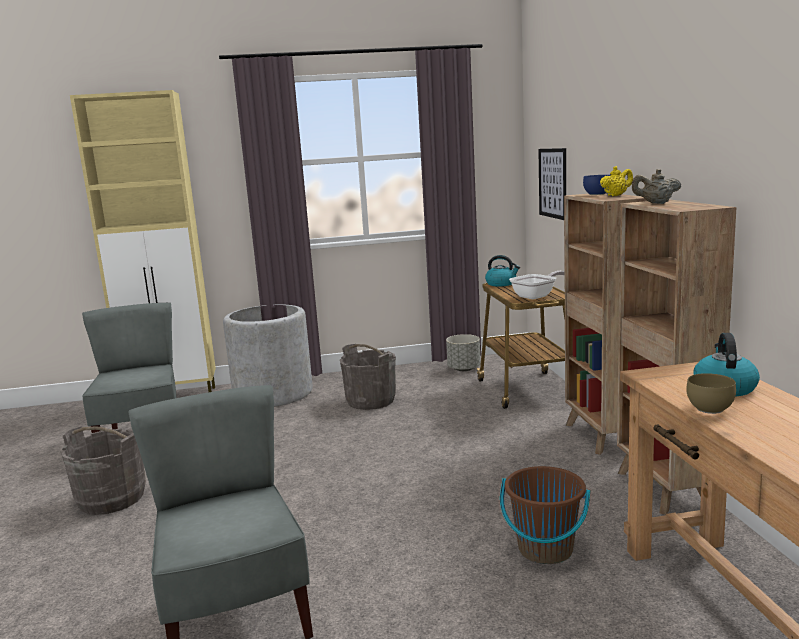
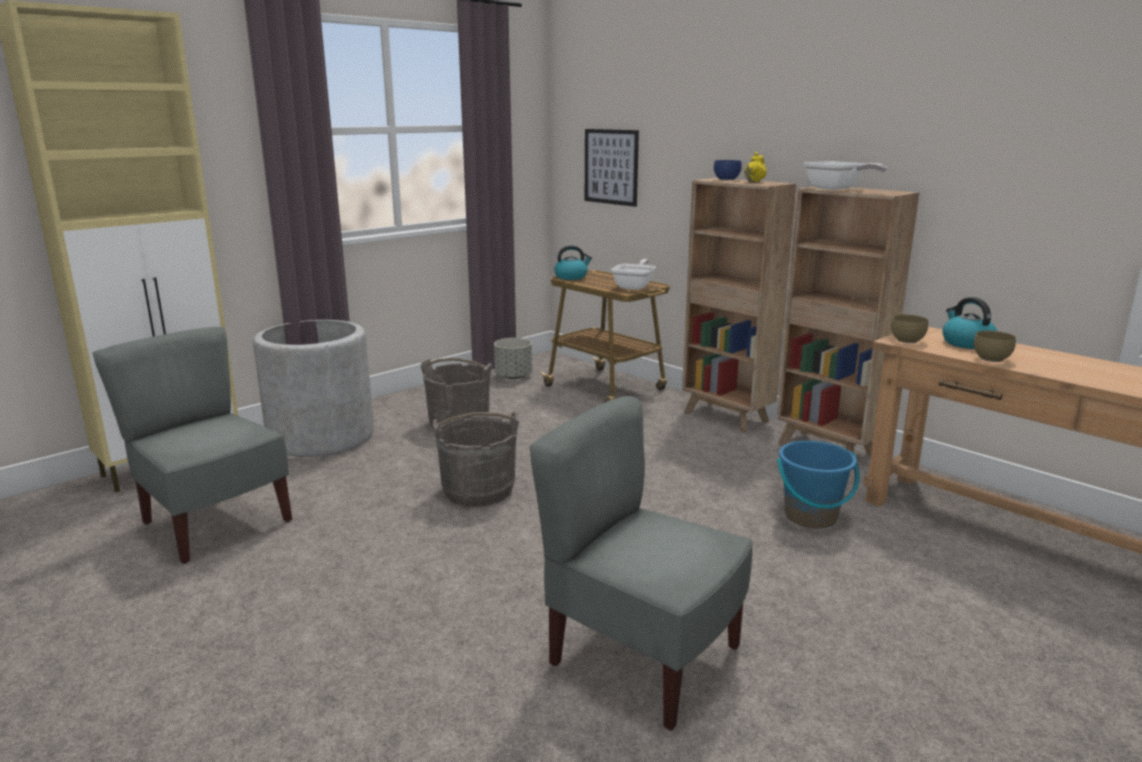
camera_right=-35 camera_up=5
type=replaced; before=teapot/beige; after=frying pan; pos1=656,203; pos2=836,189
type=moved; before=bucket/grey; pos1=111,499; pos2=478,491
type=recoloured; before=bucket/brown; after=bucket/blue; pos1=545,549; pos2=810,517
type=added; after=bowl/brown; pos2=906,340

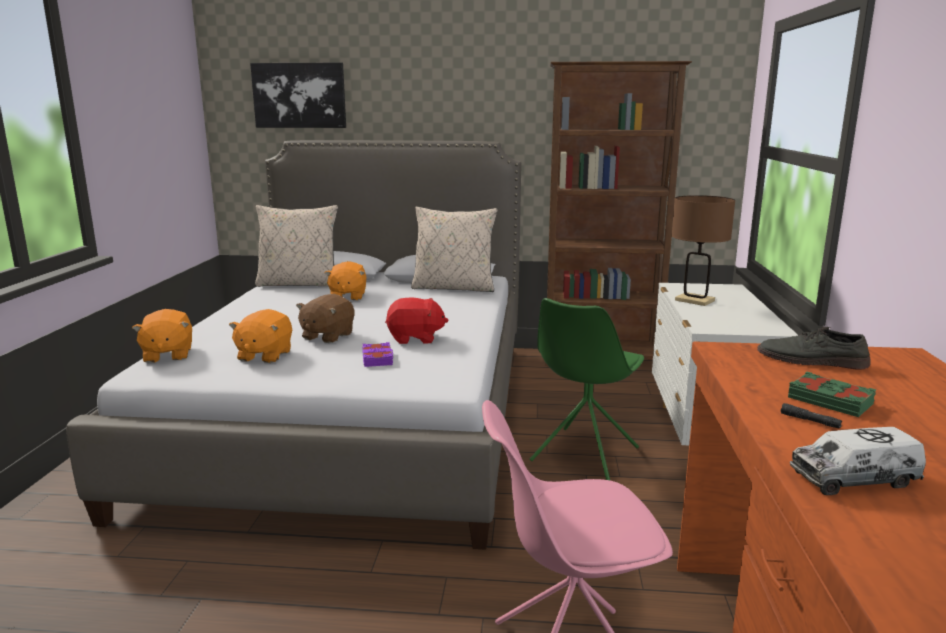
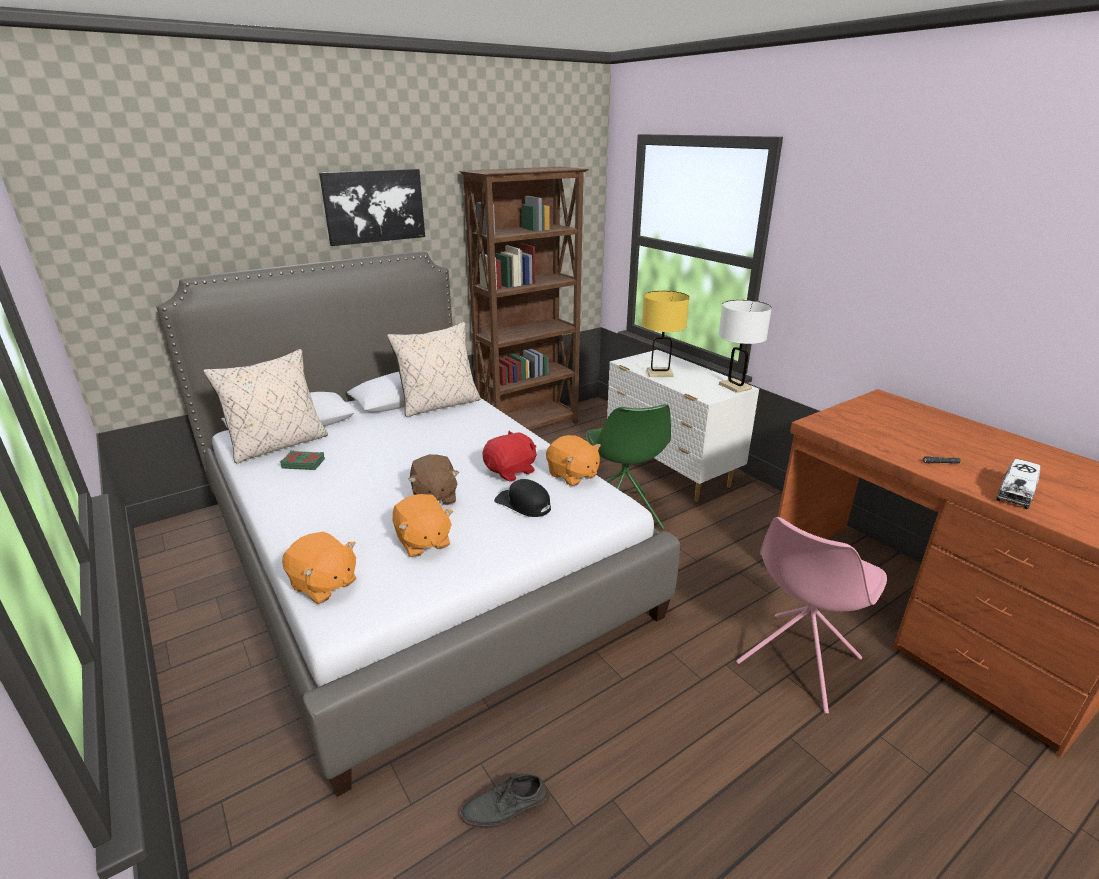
camera_right=-40 camera_up=10
type=moved; before=picture; pos1=299,95; pos2=374,206
type=recoloured; before=table lamp/brown; after=table lamp/yellow; pos1=694,300; pos2=659,373
type=moved; before=plush toy/orange; pos1=347,296; pos2=572,475
type=moved; before=shoe/grey; pos1=811,360; pos2=505,808
type=replaced; before=book/purple; after=cap/black; pos1=378,359; pos2=523,504
type=moved; before=book/green; pos1=830,400; pos2=303,463
type=added; after=table lamp/white; pos2=735,386

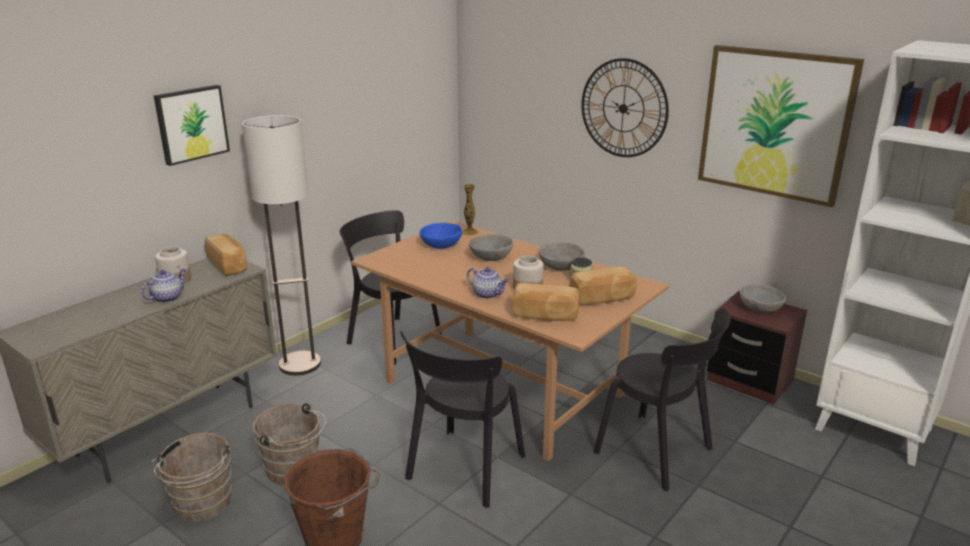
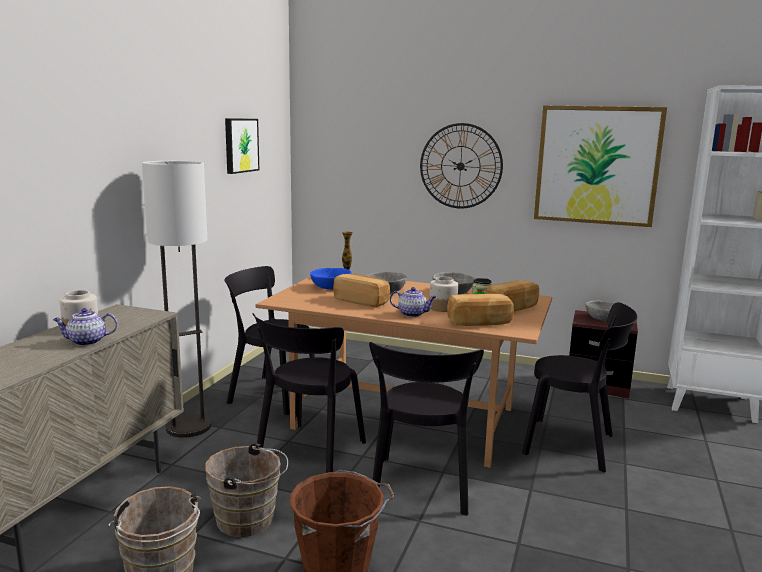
camera_right=-20 camera_up=-10
type=moved; before=picture; pos1=191,124; pos2=240,145
type=moved; before=bread; pos1=228,265; pos2=362,301
type=turned; before=teapot; pos1=167,297; pos2=86,342; turn=-120
type=added; after=chair/black; pos2=309,453

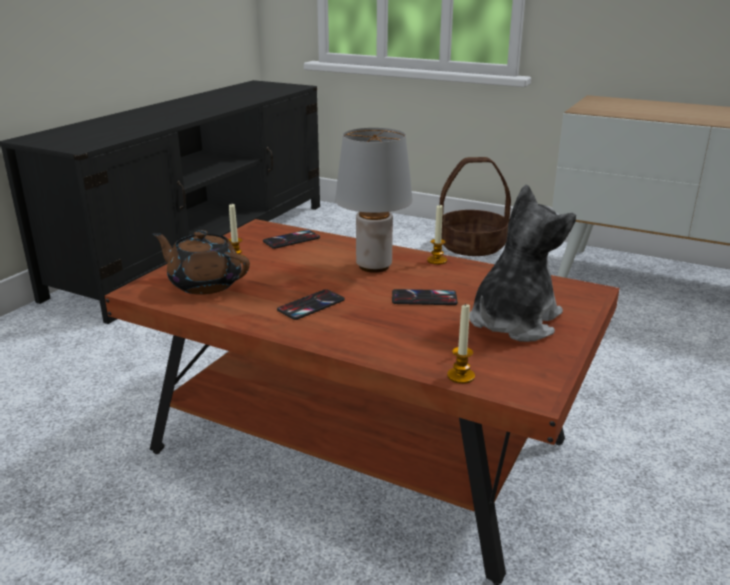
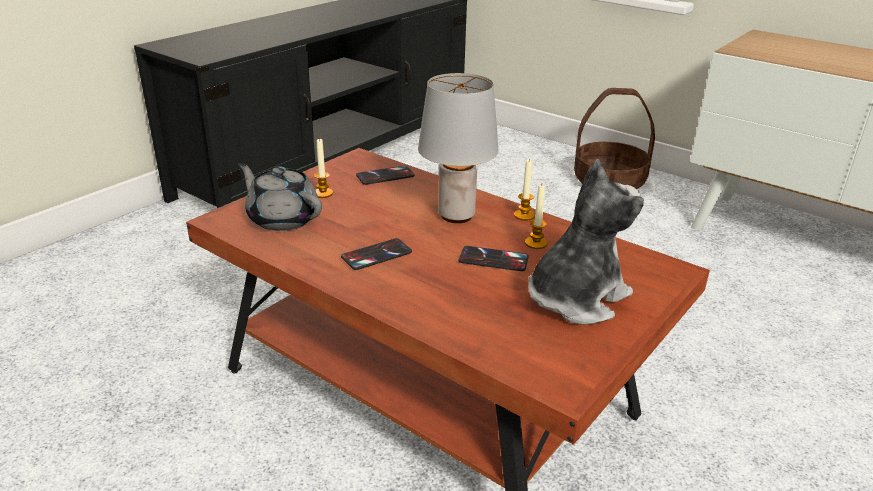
camera_right=10 camera_up=5
type=recoloured; before=teapot/brown; after=teapot/grey; pos1=204,284; pos2=282,218
type=moved; before=candle; pos1=461,376; pos2=536,243

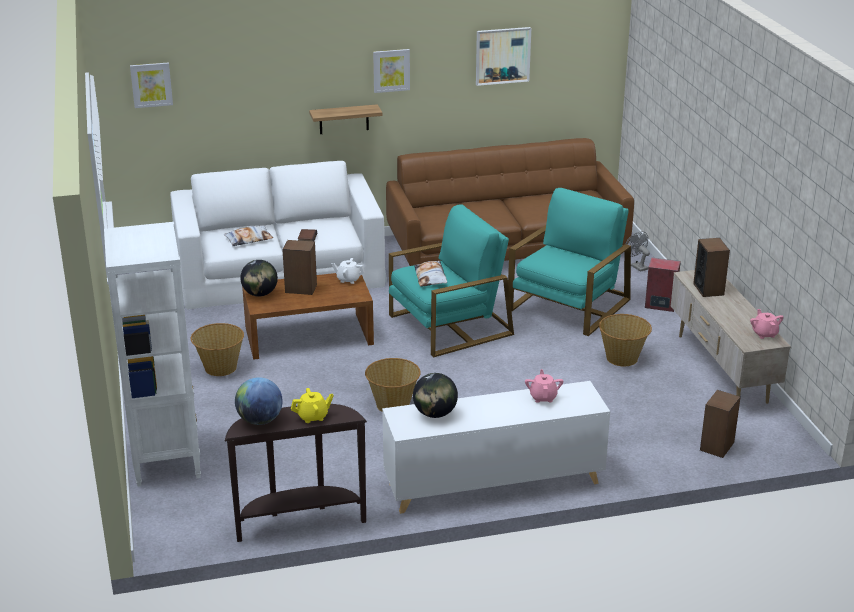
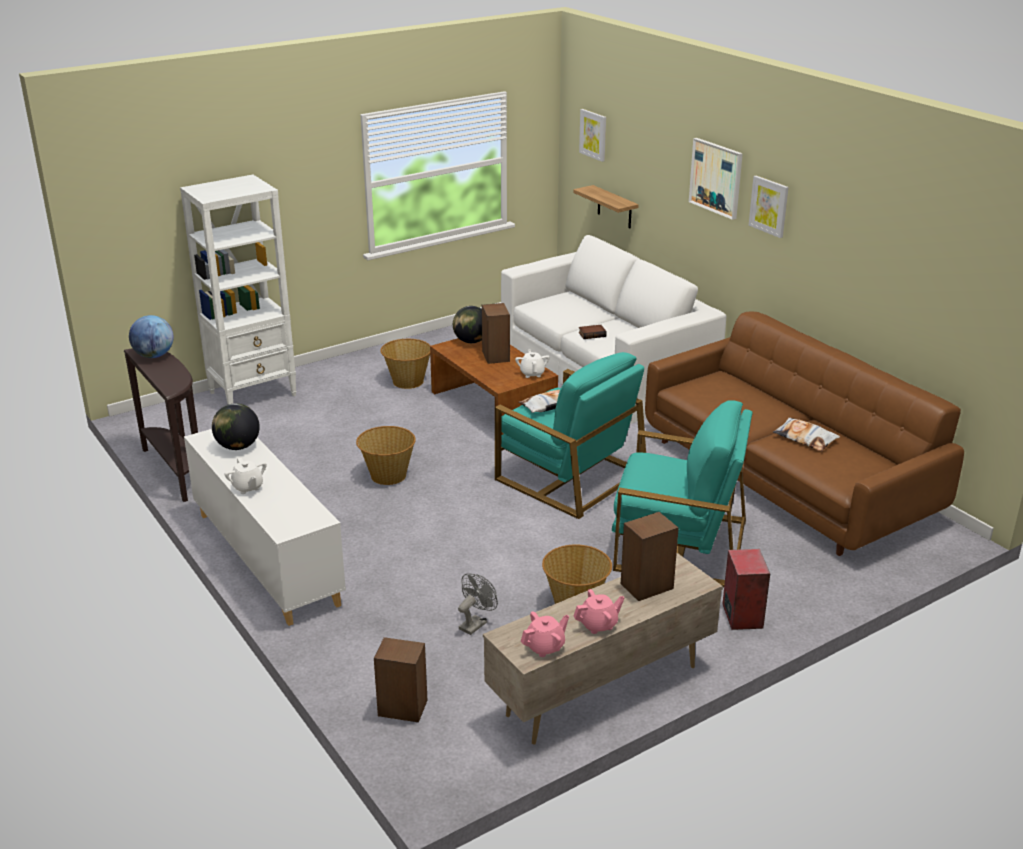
camera_right=70 camera_up=0
type=moved; before=picture; pos1=502,55; pos2=716,178
type=moved; before=shelf; pos1=344,119; pos2=614,207
type=moved; before=pillow; pos1=248,239; pos2=805,438
type=moved; before=fan/grey; pos1=636,266; pos2=475,623
type=moved; before=teapot/pink; pos1=543,397; pos2=598,625
type=removed; before=teapot/yellow; pos1=313,416
type=added; after=teapot/white; pos2=247,487

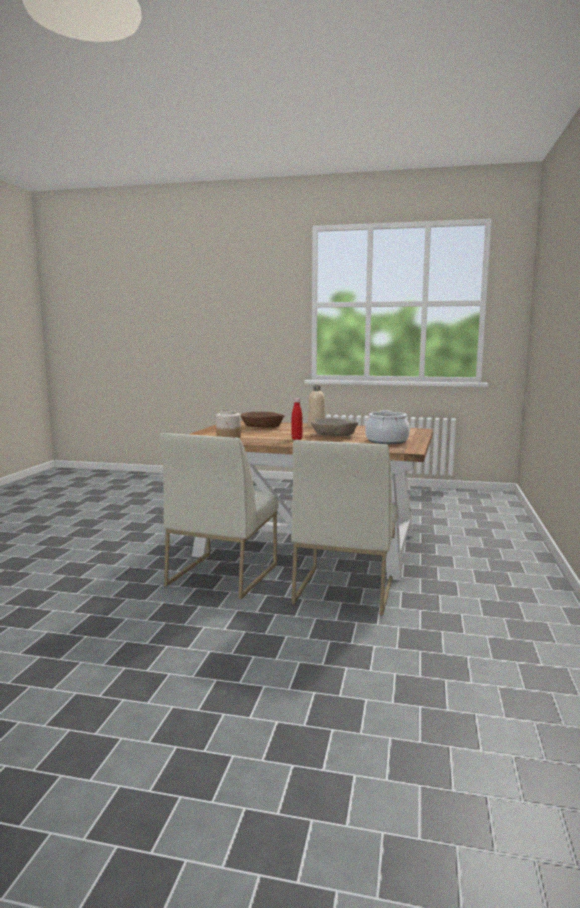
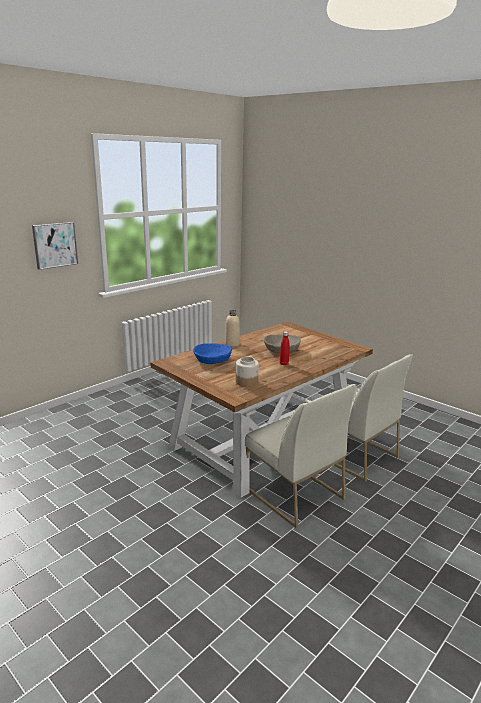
camera_right=-60 camera_up=10
type=removed; before=cooking pot; pos1=386,441
type=recoloured; before=bowl/brown; after=bowl/blue; pos1=262,427; pos2=212,360
type=added; after=picture; pos2=54,245

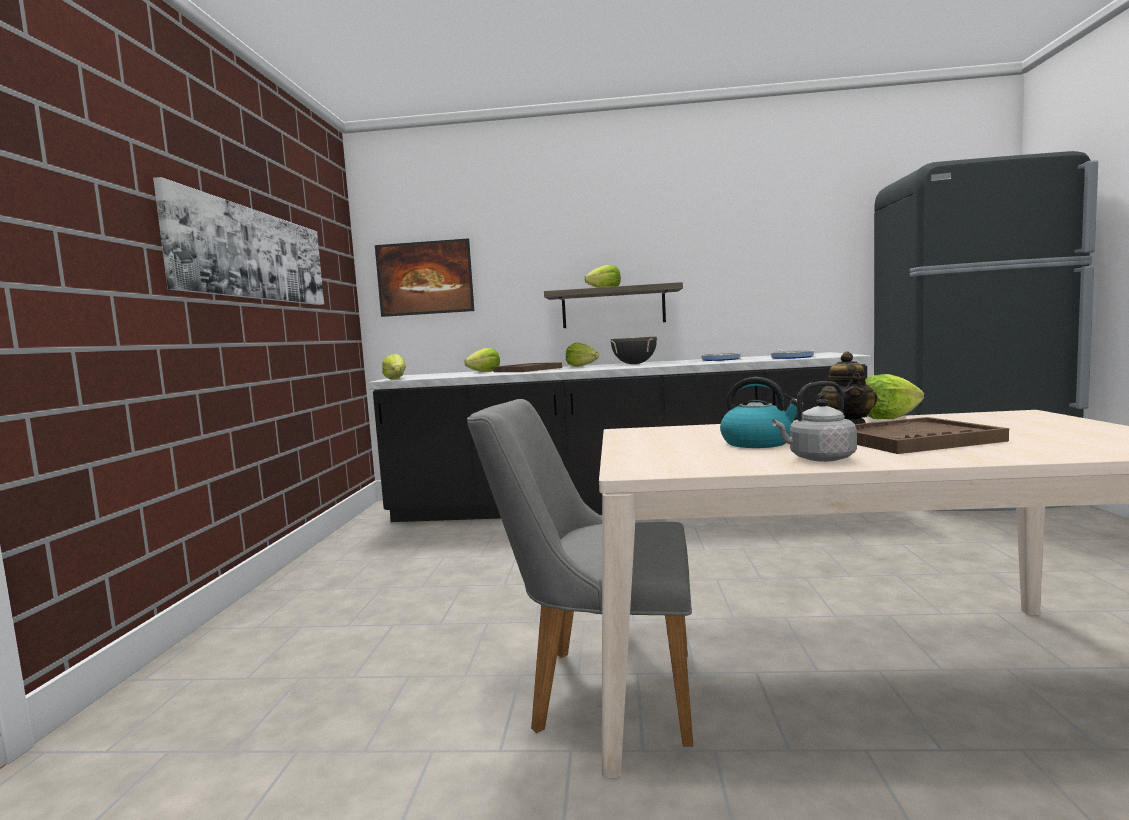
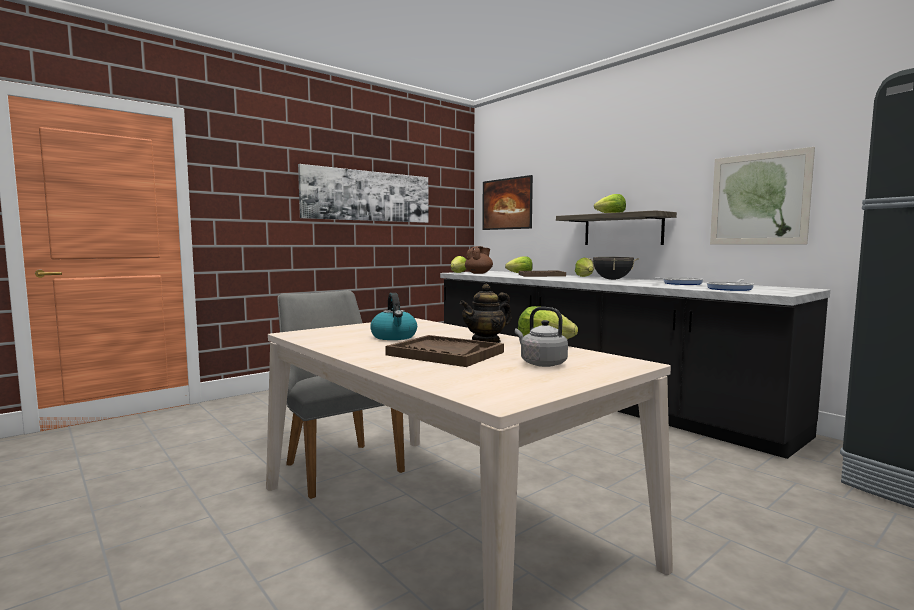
camera_right=45 camera_up=0
type=moved; before=kettle/grey; pos1=818,459; pos2=541,363
type=added; after=picture; pos2=758,199
type=added; after=teapot/brown; pos2=479,273

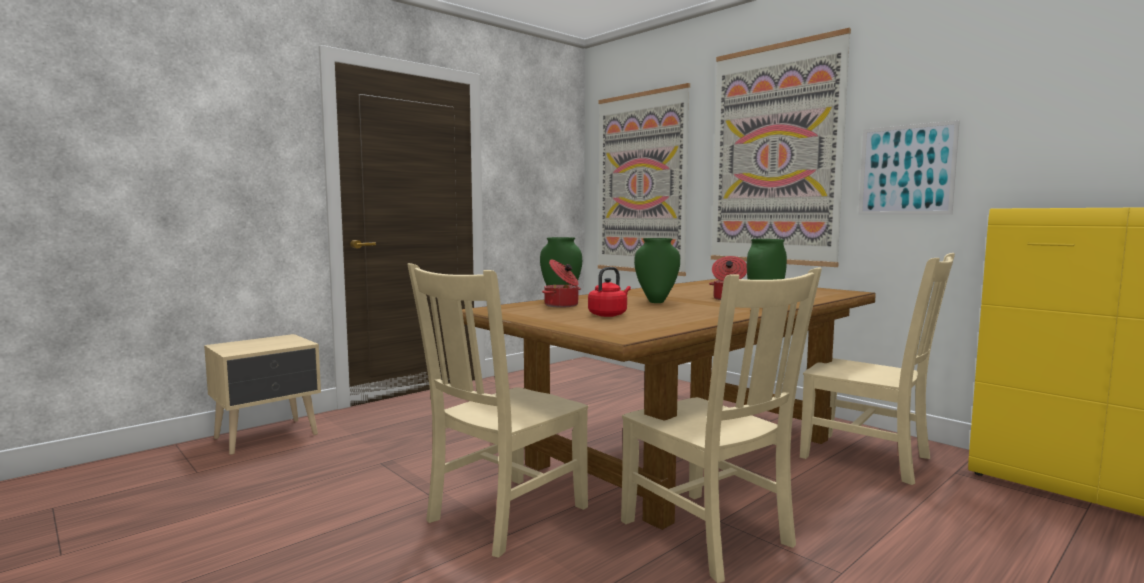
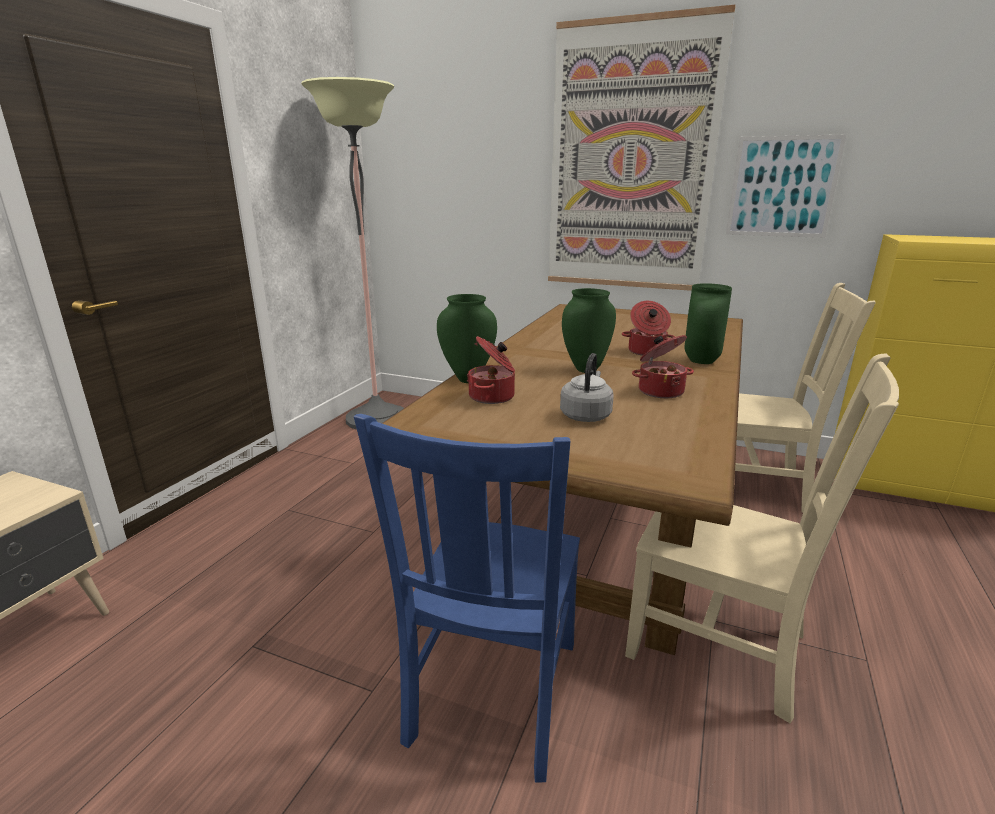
camera_right=-25 camera_up=15
type=removed; before=picture; pos1=641,183
type=recoloured; before=chair/beige; after=chair/blue; pos1=504,515; pos2=492,695
type=recoloured; before=kettle/red; after=kettle/grey; pos1=609,315; pos2=586,415
type=added; after=floor lamp; pos2=377,418
type=added; after=cooking pot; pos2=660,391

